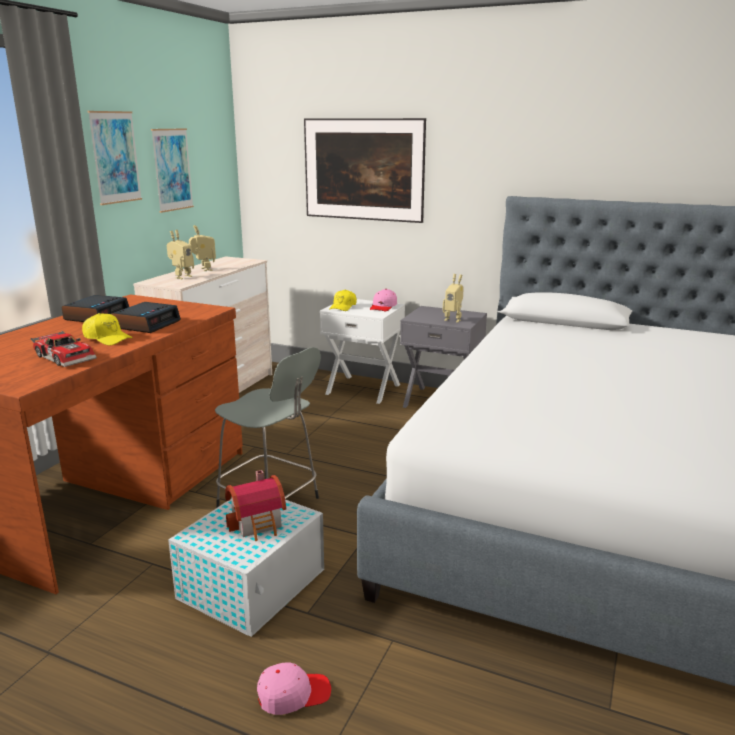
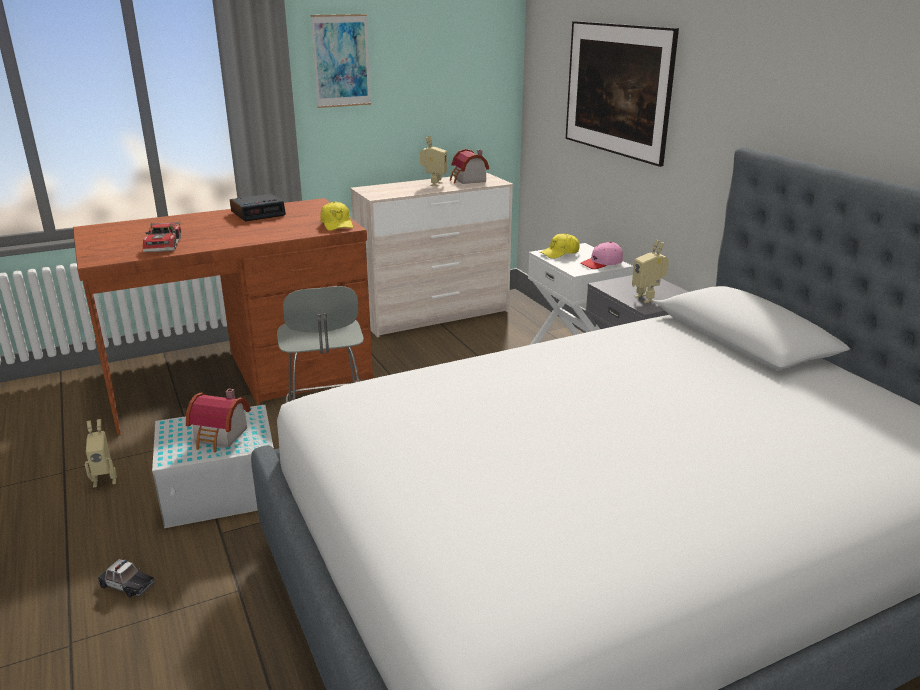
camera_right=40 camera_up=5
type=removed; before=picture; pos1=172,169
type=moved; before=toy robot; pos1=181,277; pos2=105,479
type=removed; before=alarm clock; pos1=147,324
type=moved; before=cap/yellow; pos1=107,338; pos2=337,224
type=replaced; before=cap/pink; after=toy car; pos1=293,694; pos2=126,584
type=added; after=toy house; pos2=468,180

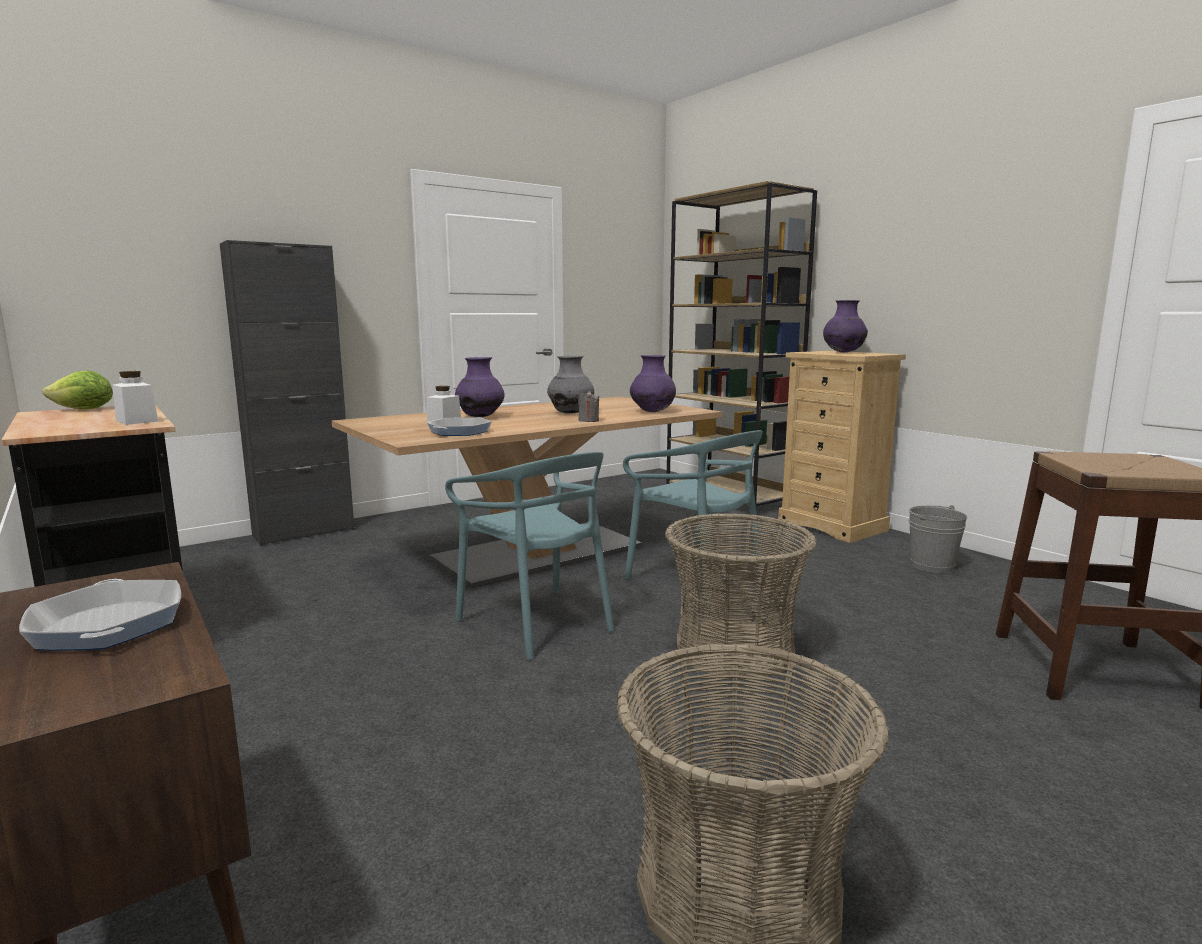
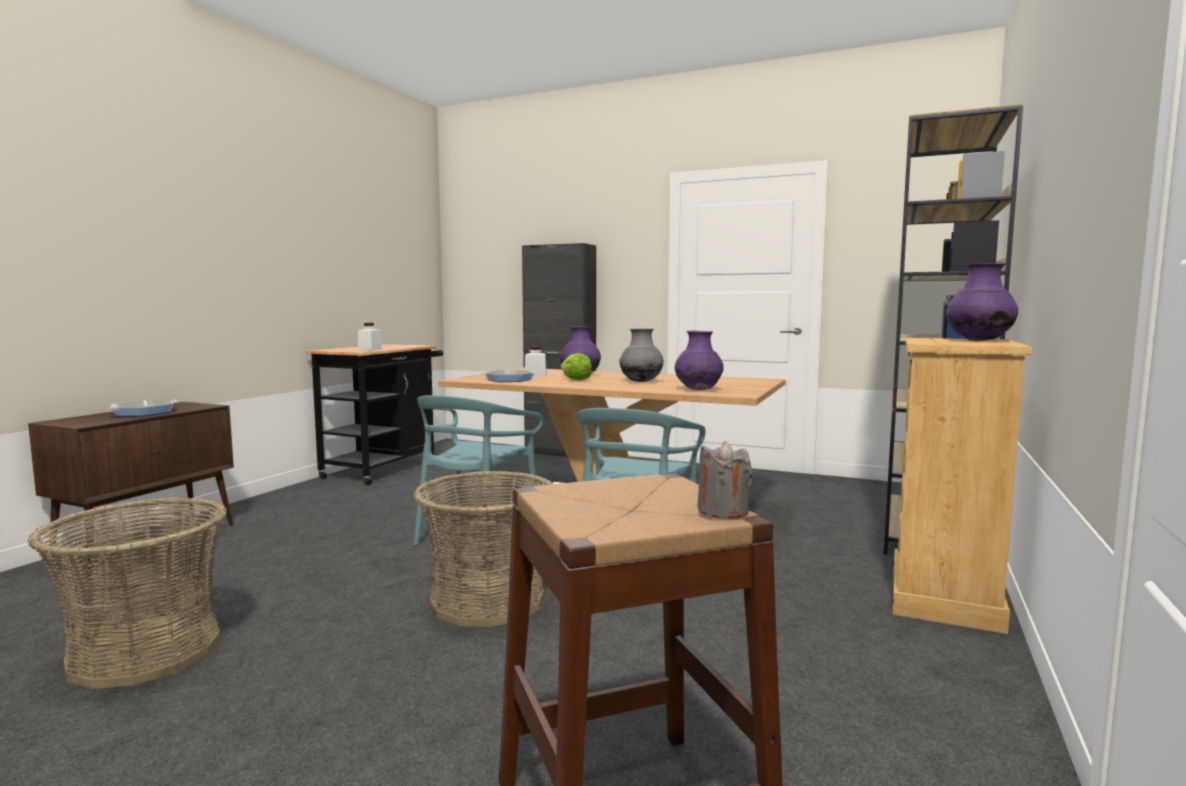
camera_right=60 camera_up=-5
type=moved; before=lettuce; pos1=83,409; pos2=576,380
type=moved; before=candle/grey; pos1=588,421; pos2=723,511
type=removed; before=bucket/grey; pos1=932,565

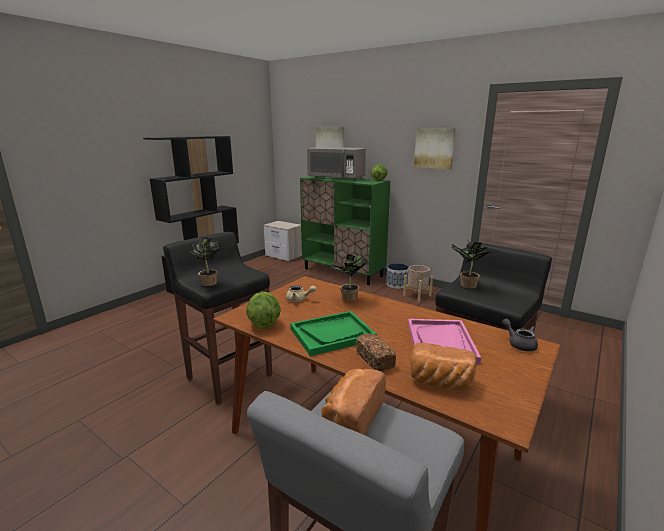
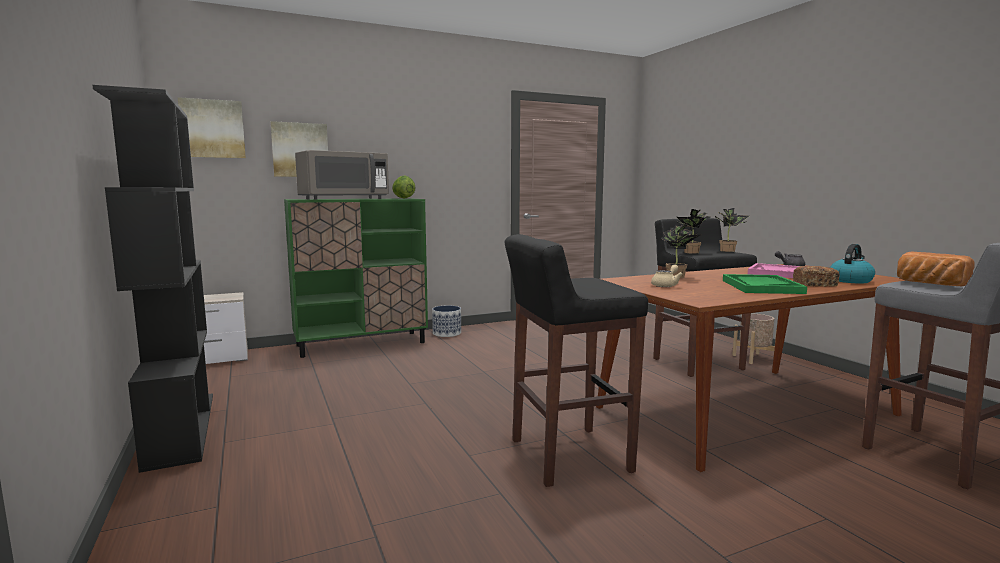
camera_right=-60 camera_up=-10
type=moved; before=picture; pos1=434,148; pos2=212,129
type=moved; before=potted plant; pos1=211,283; pos2=728,250
type=moved; before=planter/beige; pos1=417,295; pos2=754,358
type=removed; before=lettuce; pos1=263,323
type=replaced; before=bread; after=kettle; pos1=440,382; pos2=850,280

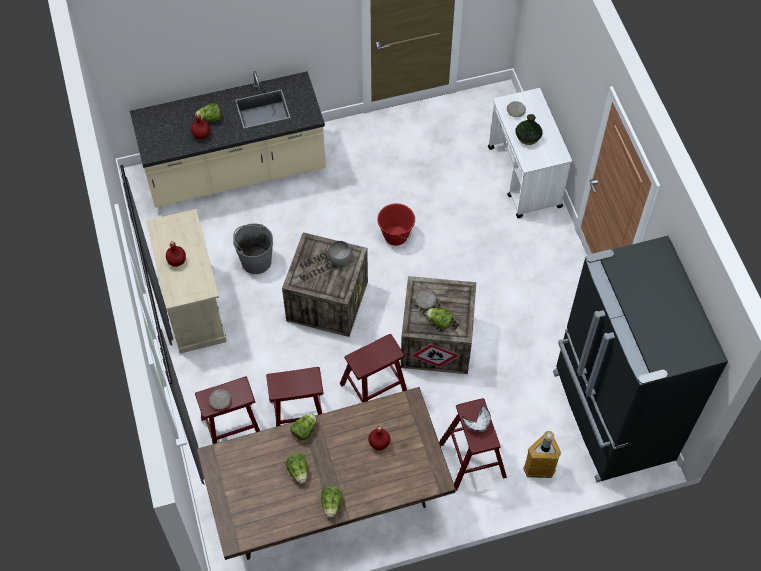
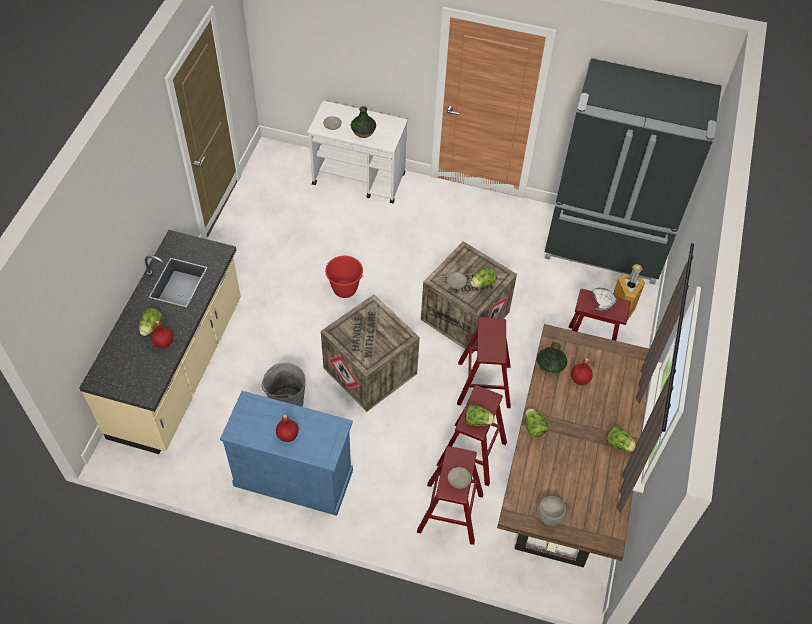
camera_right=-60 camera_up=-5
type=recoloured; before=cabinet/beige; after=cabinet/blue; pos1=193,305; pos2=293,477
type=moved; before=bowl/grey; pos1=340,258; pos2=550,515
type=moved; before=lettuce; pos1=298,471; pos2=477,421
type=added; after=vase; pos2=550,365

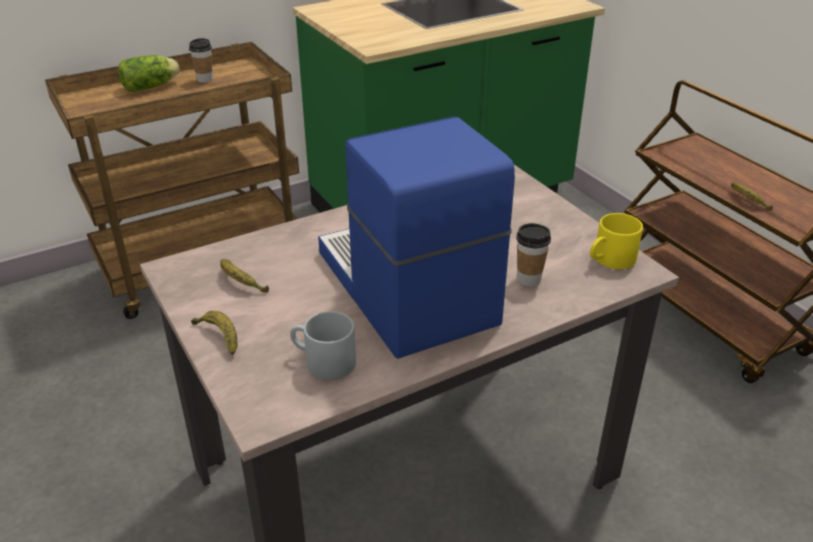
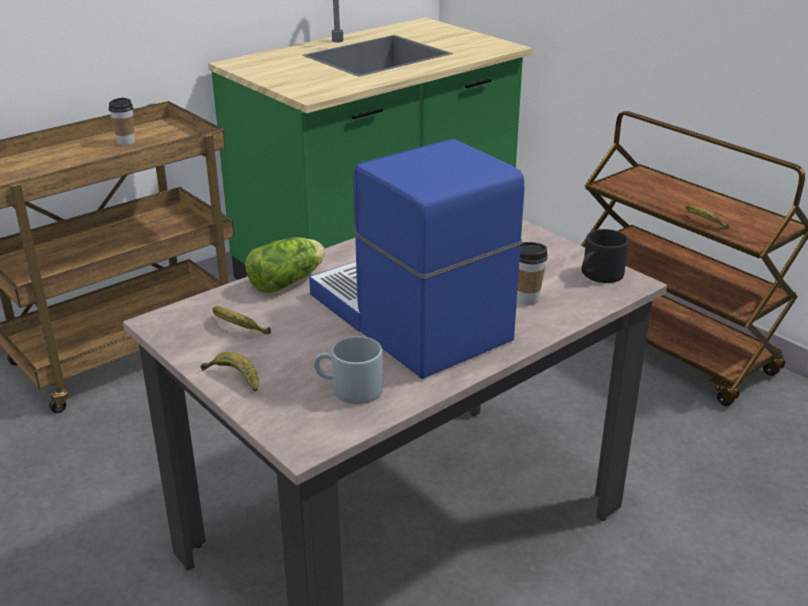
camera_right=-10 camera_up=-5
type=moved; before=lettuce; pos1=152,86; pos2=289,281
type=recoloured; before=mug/yellow; after=mug/black; pos1=610,260; pos2=599,276

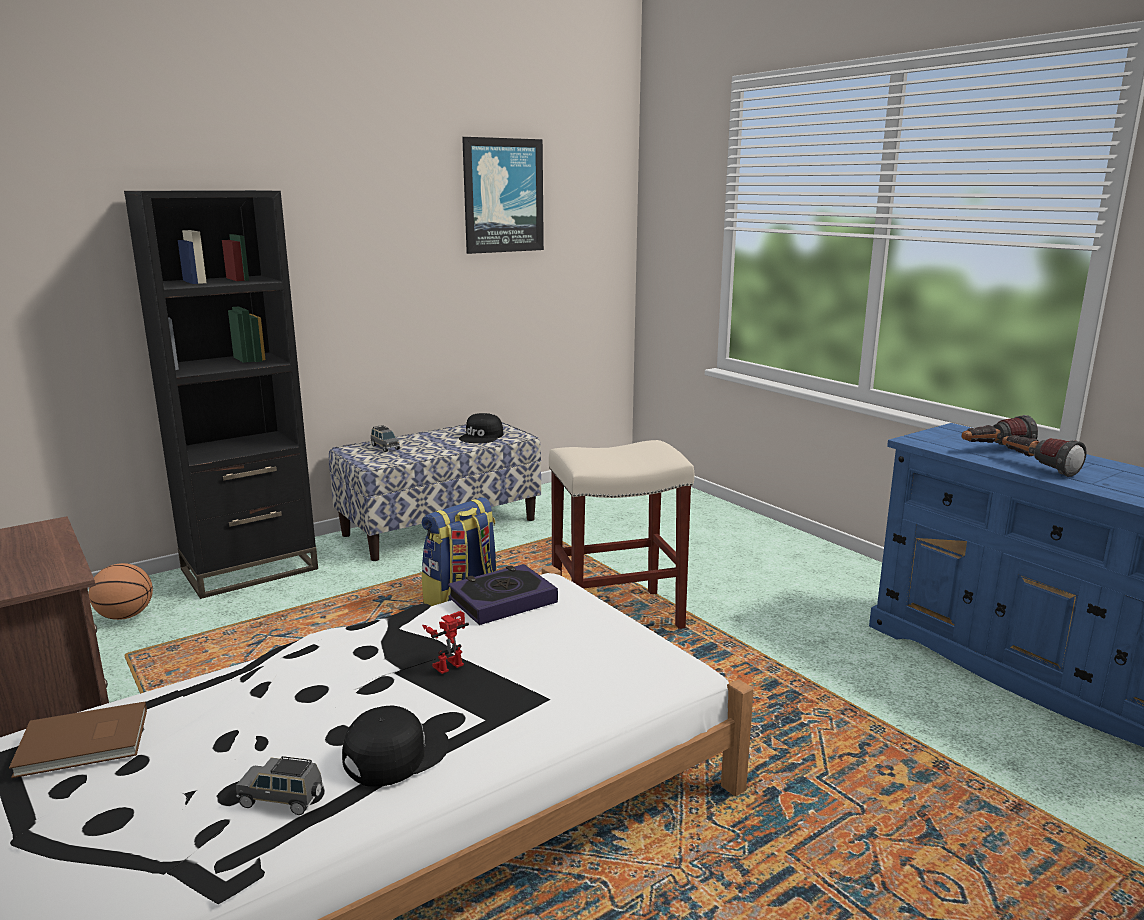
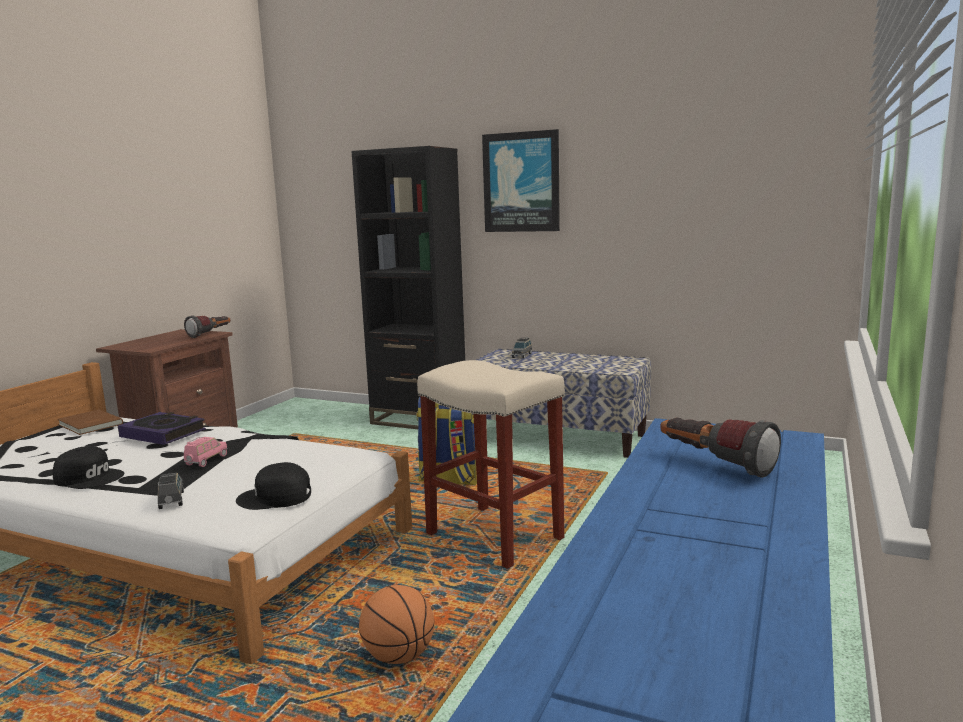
camera_right=60 camera_up=-5
type=moved; before=picture; pos1=503,195; pos2=521,182
type=moved; before=cap/black; pos1=482,436; pos2=275,497
type=moved; before=flashlight; pos1=1037,467; pos2=211,334
type=moved; before=basketball; pos1=125,616; pos2=399,657
type=moved; before=book; pos1=502,600; pos2=163,433
type=replaced; before=toy robot; after=toy car/pink; pos1=448,663; pos2=206,460
type=moved; before=toy car/grey; pos1=282,800; pos2=171,500

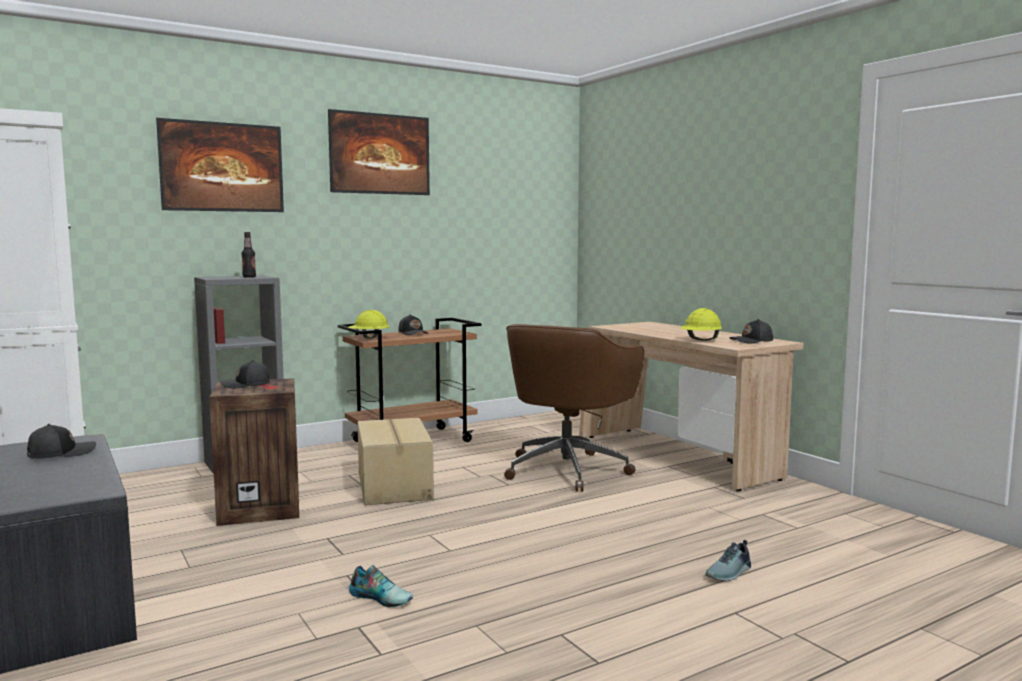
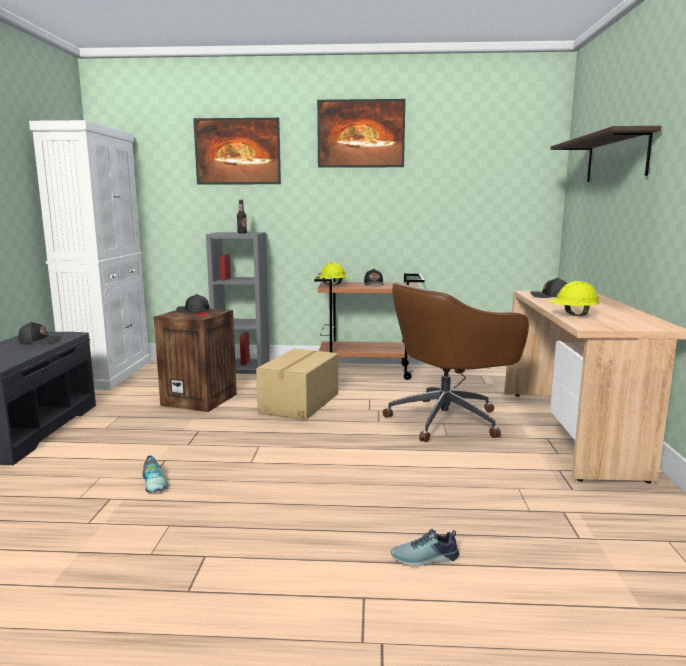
camera_right=35 camera_up=5
type=moved; before=cap/black; pos1=752,341; pos2=550,296
type=added; after=shelf; pos2=616,158

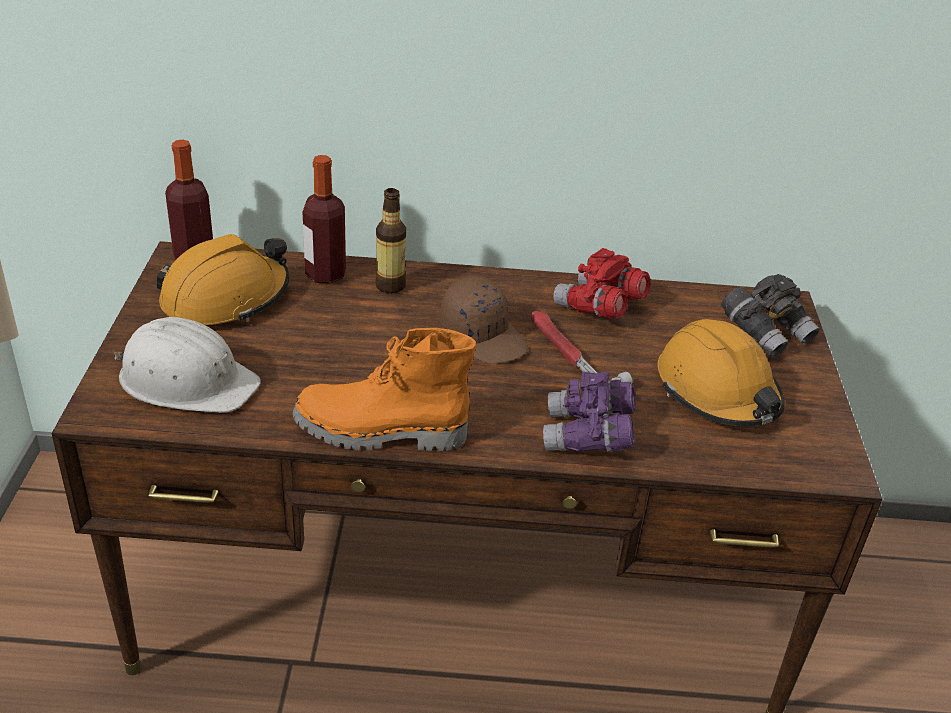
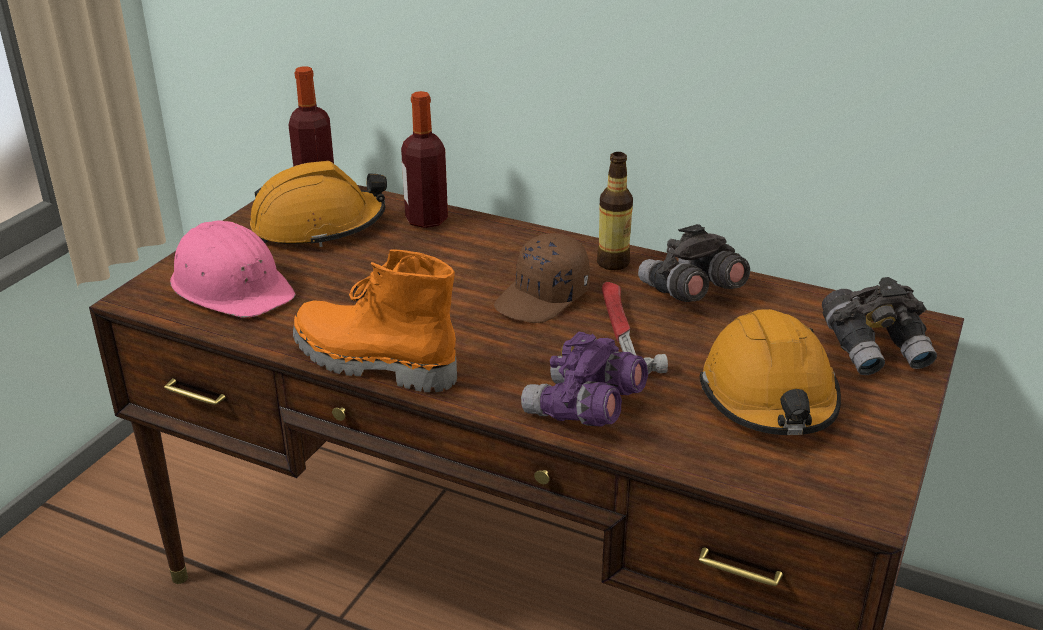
camera_right=25 camera_up=-5
type=moved; before=bottle; pos1=390,286; pos2=613,263
type=recoloured; before=binoculars/red; after=binoculars/grey; pos1=599,308; pos2=690,293
type=turned; before=cap/brown; pos1=484,336; pos2=543,298; turn=60
type=recoloured; before=hard hat/white; after=hard hat/pink; pos1=187,380; pos2=232,286

